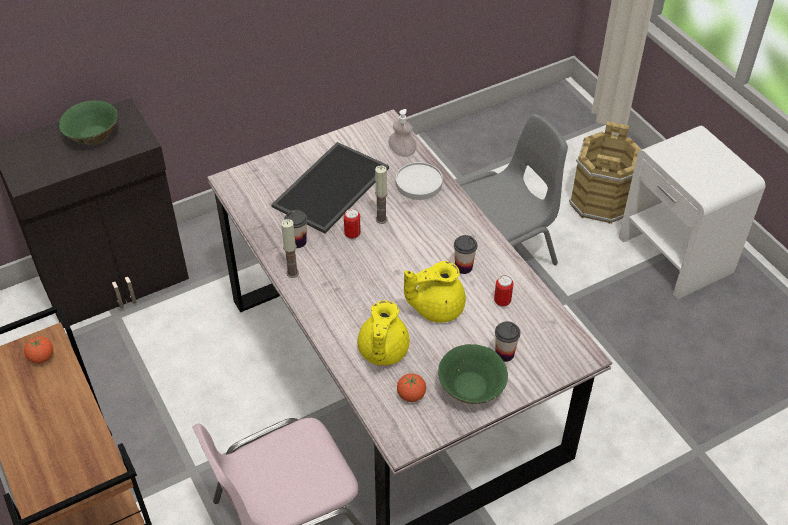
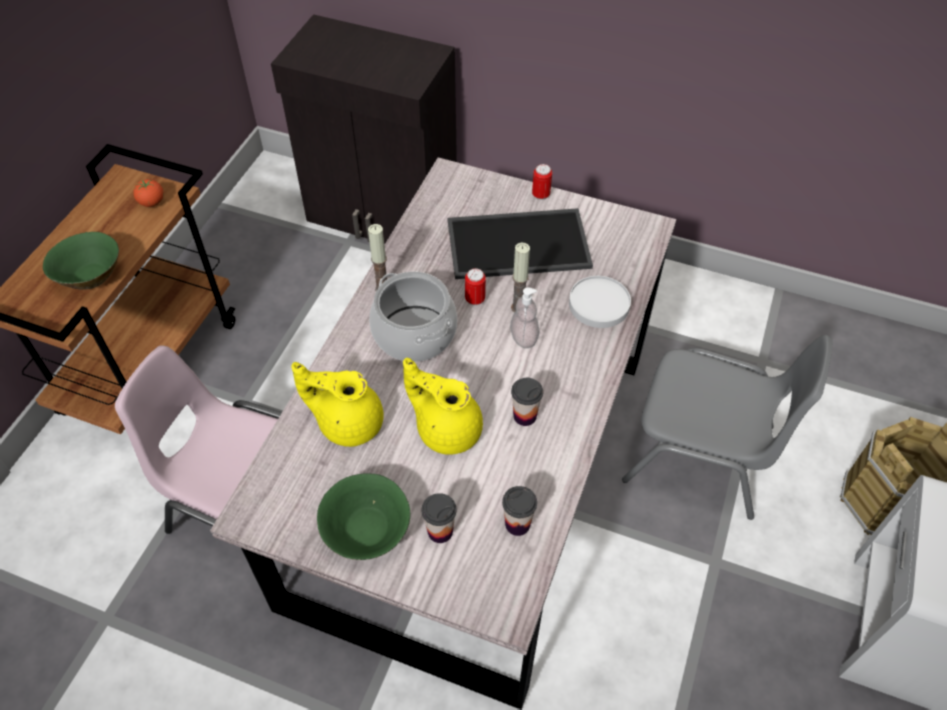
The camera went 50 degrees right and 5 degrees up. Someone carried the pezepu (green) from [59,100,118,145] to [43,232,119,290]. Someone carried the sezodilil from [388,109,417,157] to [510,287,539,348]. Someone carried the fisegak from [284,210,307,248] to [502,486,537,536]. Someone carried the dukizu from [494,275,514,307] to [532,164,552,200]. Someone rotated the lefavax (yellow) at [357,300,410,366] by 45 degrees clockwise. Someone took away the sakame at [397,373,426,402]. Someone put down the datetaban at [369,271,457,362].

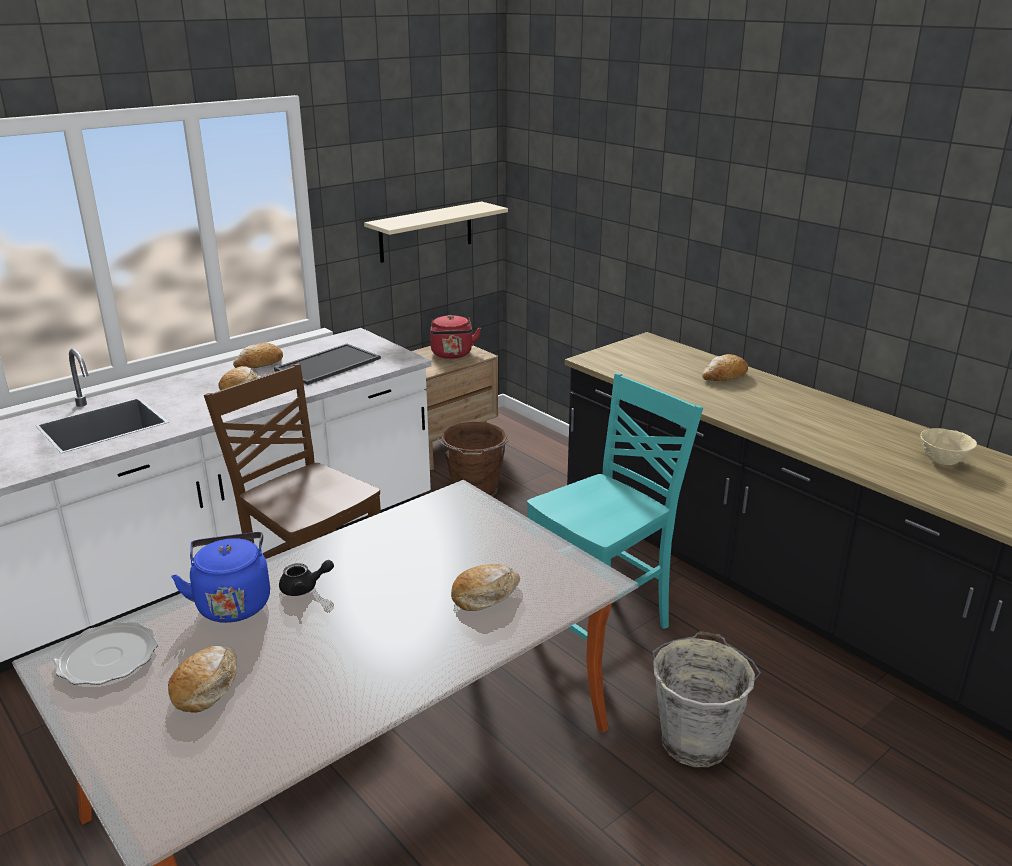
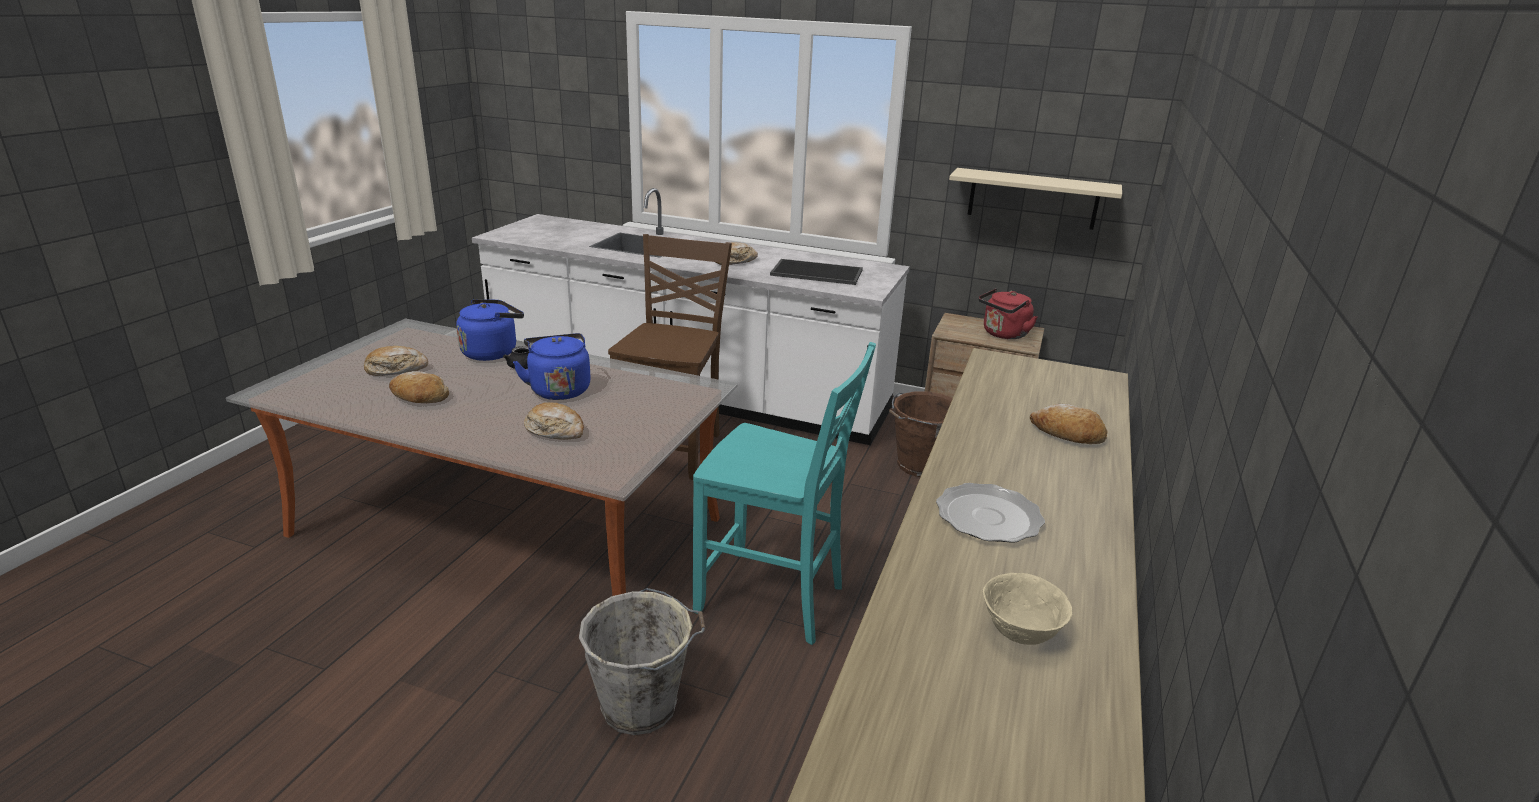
The camera went 60 degrees right and 0 degrees up. Someone carried the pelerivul from [233,343,283,368] to [389,371,449,403]. Someone carried the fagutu from [54,622,158,685] to [936,483,1045,543]. Someone put down the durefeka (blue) at [513,333,591,400].

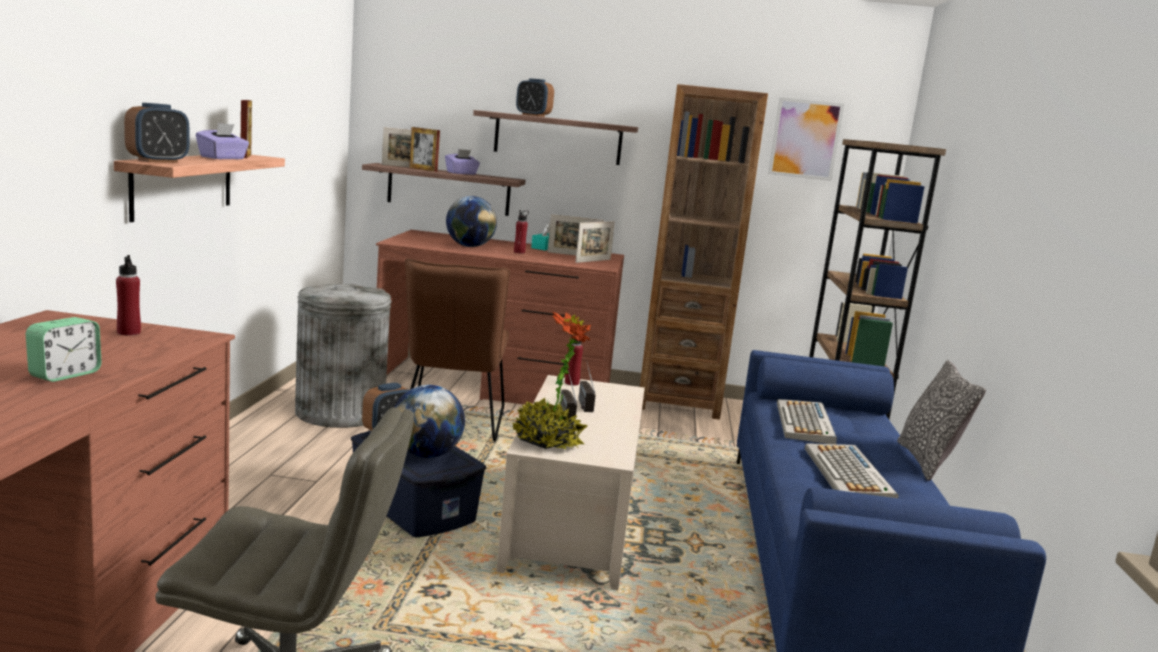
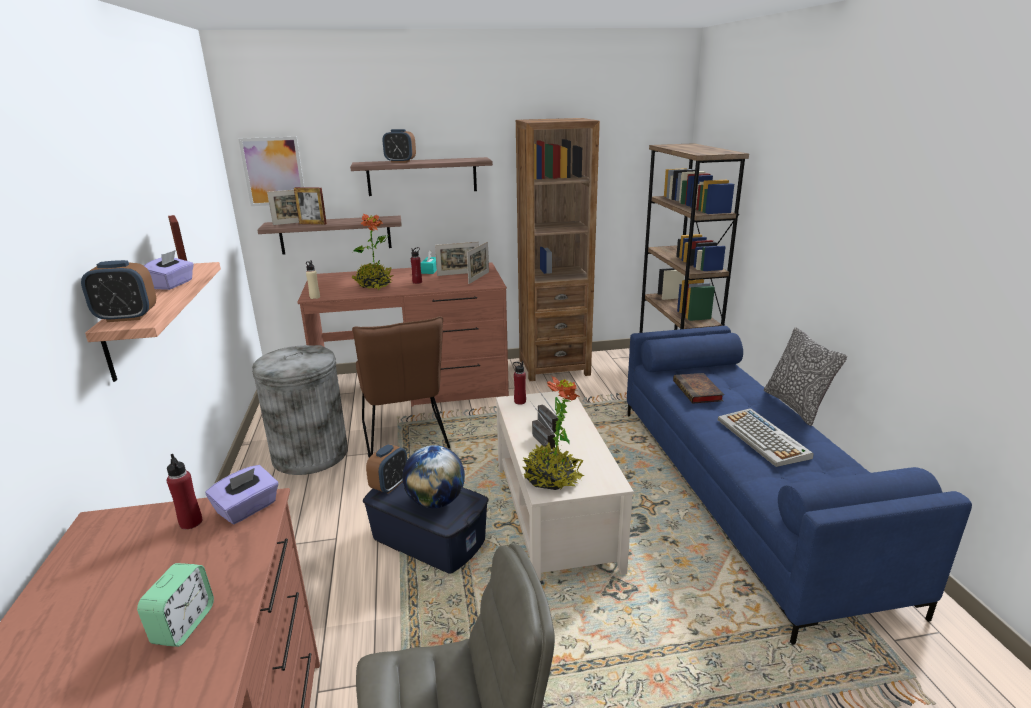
The camera went 15 degrees left and 10 degrees up. Someone carried the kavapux from [768,97,844,181] to [238,137,304,206]. Someone rotated the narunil at [124,103,189,163] by 60 degrees clockwise. Someone carried the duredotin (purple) from [445,149,480,175] to [206,465,279,525]. Someone swapped the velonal at [446,196,497,247] for the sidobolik at [352,214,393,290]. Someone swapped the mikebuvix at [777,399,837,444] for the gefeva at [673,373,724,404]. Someone put down the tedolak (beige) at [306,260,320,299].

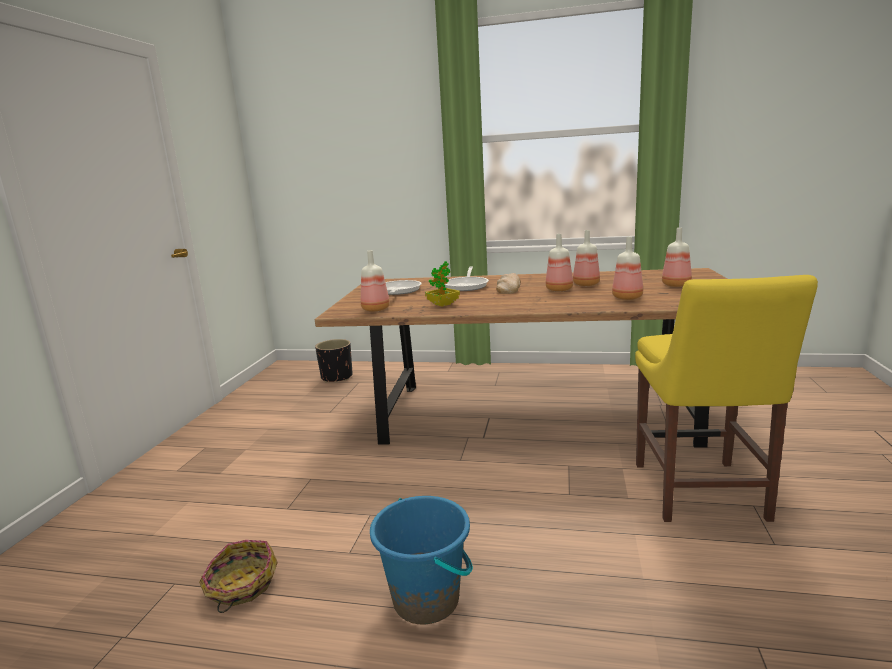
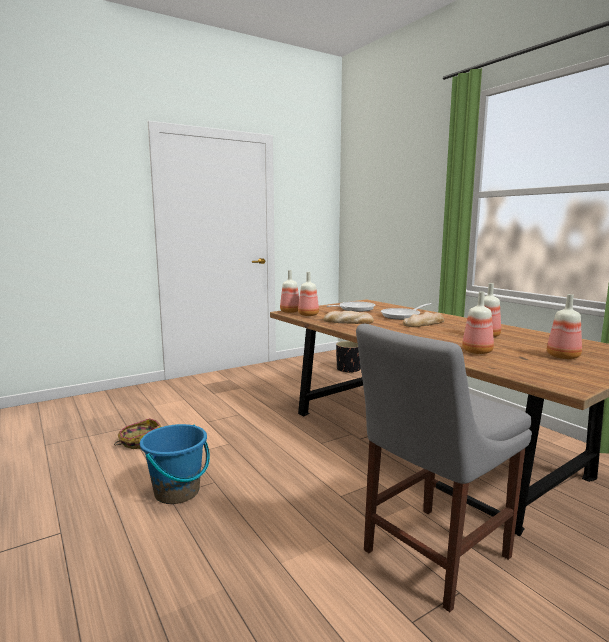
The camera went 45 degrees right and 5 degrees down. Someone carried the tedolak from [545,234,573,291] to [280,270,299,313]. Someone swapped the sidobolik at [425,261,460,306] for the pelerivul at [323,311,374,324]. Someone repainted the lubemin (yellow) at [635,275,818,522], which became the lubemin (grey) at [356,324,532,612].

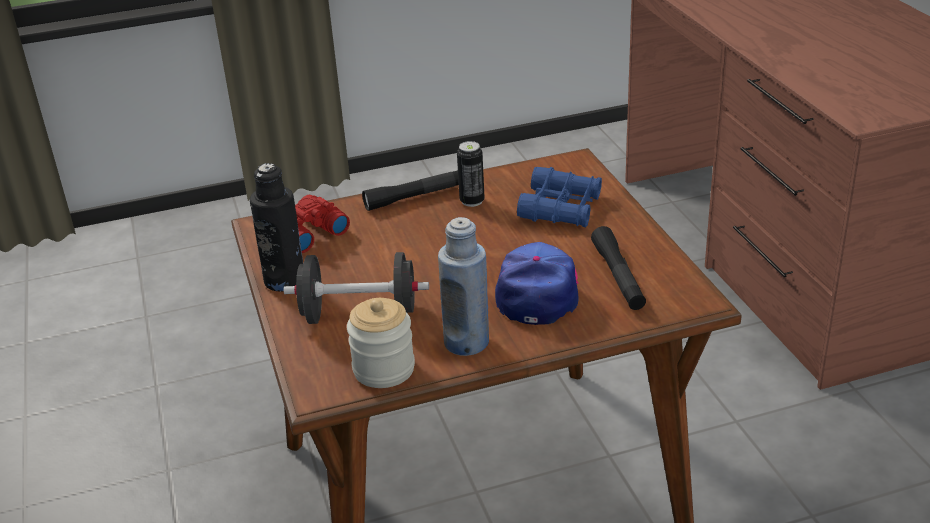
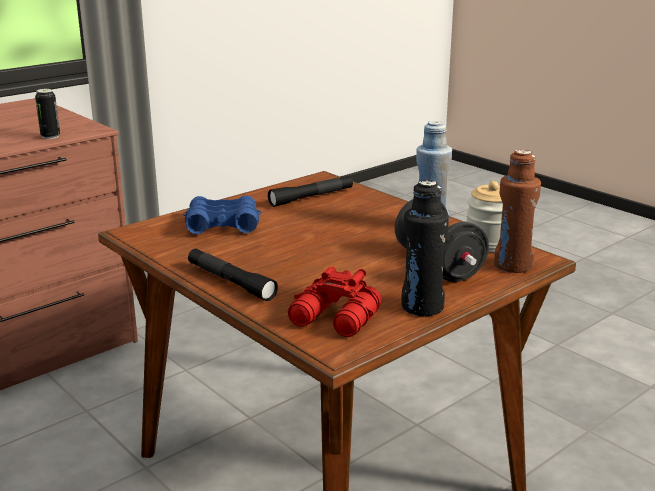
The camera went 115 degrees left and 10 degrees down. Someone carried the dukizu from [457,141,485,207] to [35,89,60,139]. Someone took away the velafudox at [495,242,579,325]. Someone put down the tedolak (brown) at [494,150,541,273].

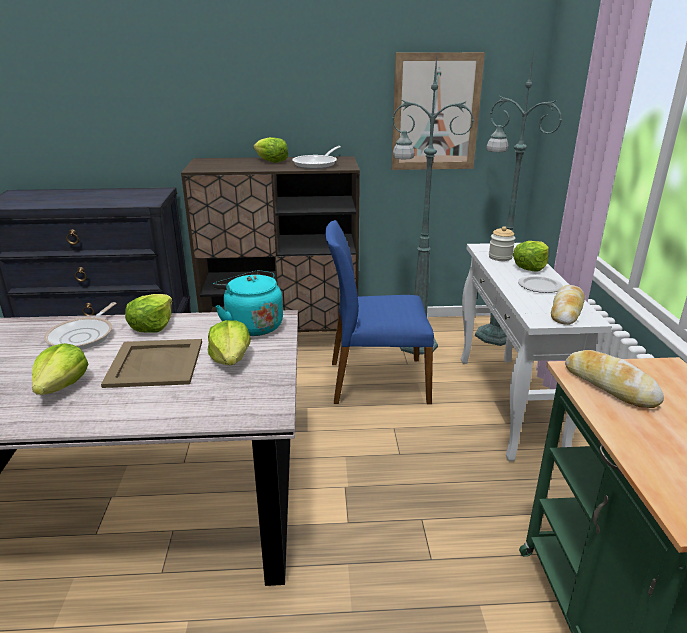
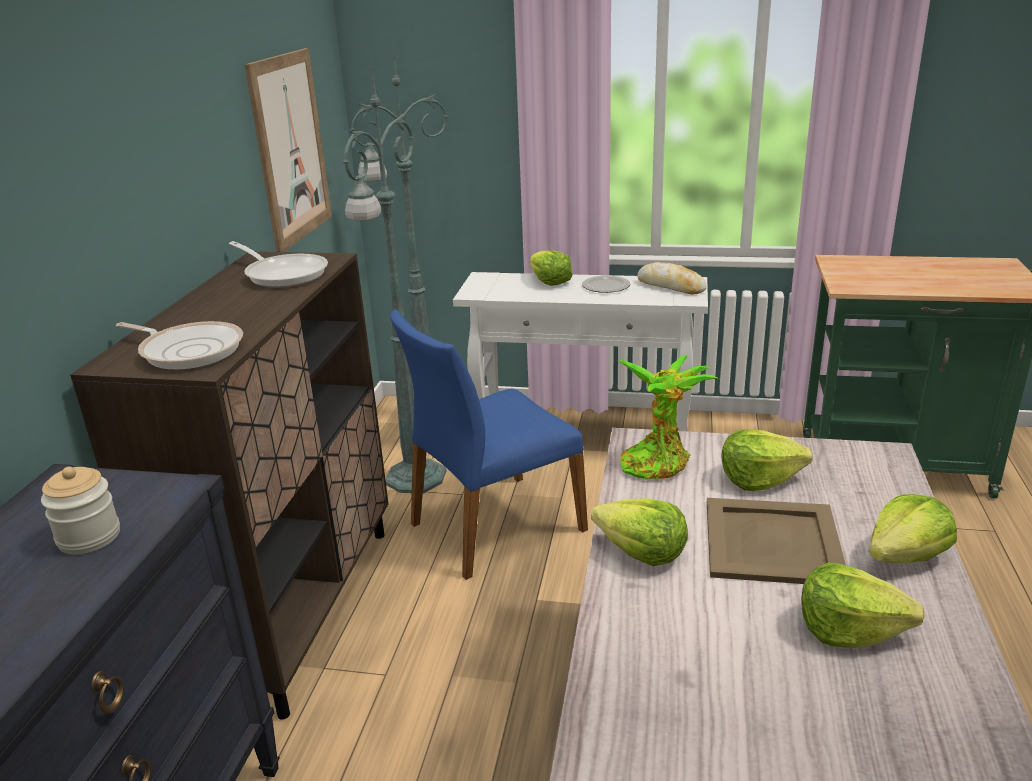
The camera went 75 degrees left and 0 degrees up. Someone carried the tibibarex from [254,137,288,163] to [869,494,957,564]. Someone rotated the lubemin (blue) at [325,220,434,404] by 45 degrees clockwise. Someone carried the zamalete from [489,226,515,261] to [41,467,120,554]. Someone swapped the durefeka (turquoise) at [213,270,283,336] for the sidobolik at [617,355,719,480]. Someone carried the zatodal from [44,302,116,350] to [116,321,243,369]. Someone took away the pelerivul at [565,350,664,408].

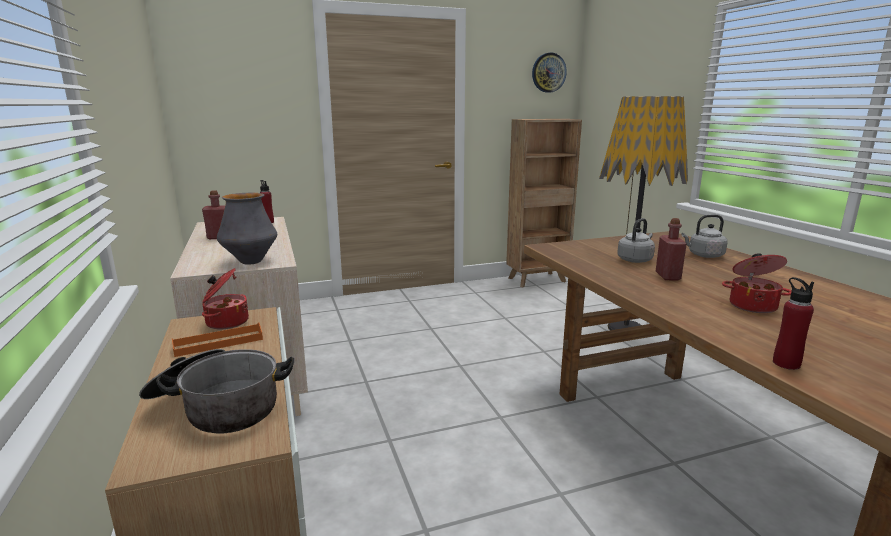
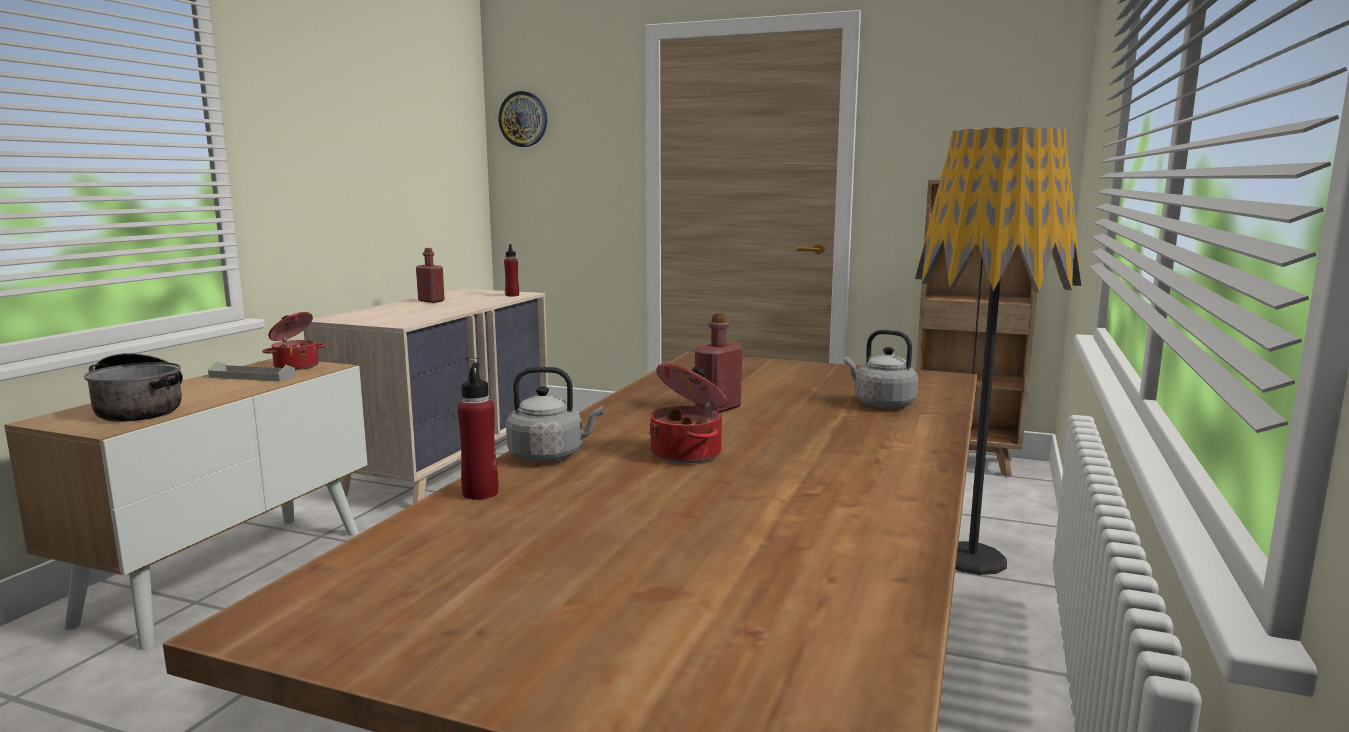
The camera went 40 degrees right and 5 degrees down. Someone carried the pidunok from [532,53,567,93] to [498,91,547,147]. Someone took away the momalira at [217,193,277,265]. Someone carried the durefeka (grey) from [617,218,655,263] to [506,367,603,462]. Someone repainted the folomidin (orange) at [172,322,263,357], which became the folomidin (grey) at [208,361,296,382].

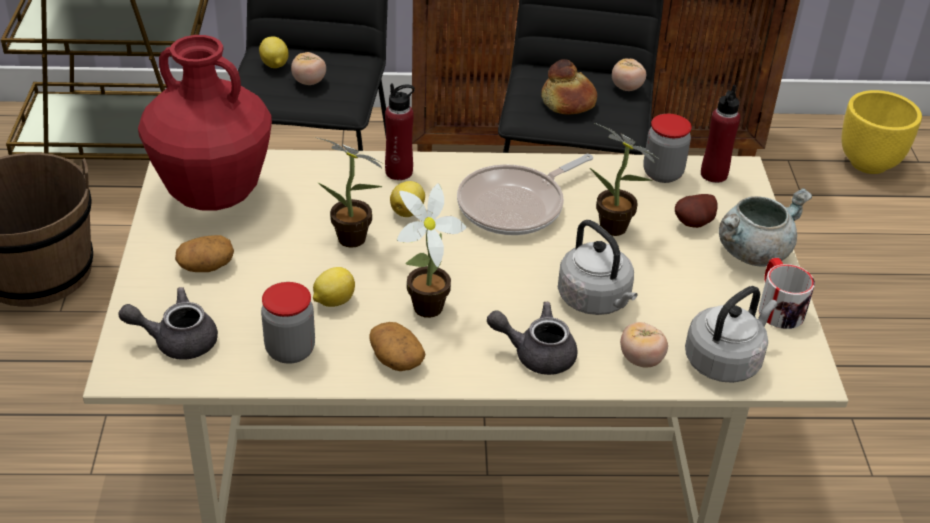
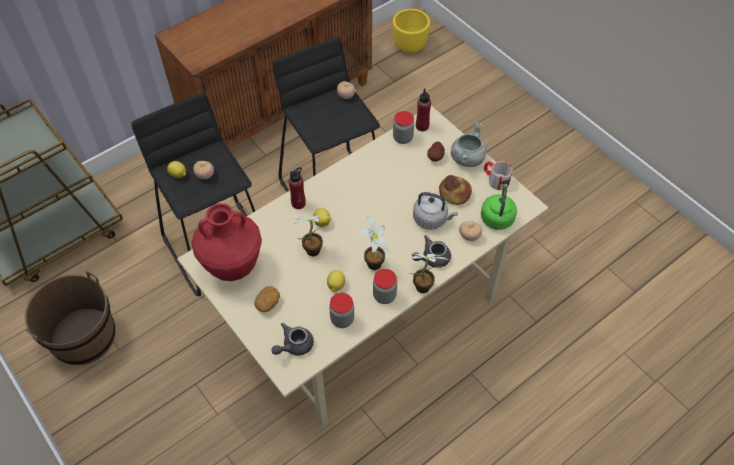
The camera went 35 degrees left and 15 degrees up. Someone carried the pelerivul from [541,59,597,115] to [439,175,472,205]. Someone carried the sidobolik from [590,123,661,236] to [409,253,449,293]. Someone took away the zatodal at [457,154,593,235]. Someone repainted the durefeka (grey) at [685,286,778,383], which became the durefeka (green) at [481,184,517,230]. Someone swapped the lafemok at [369,322,426,371] for the zamalete at [373,269,397,304].

